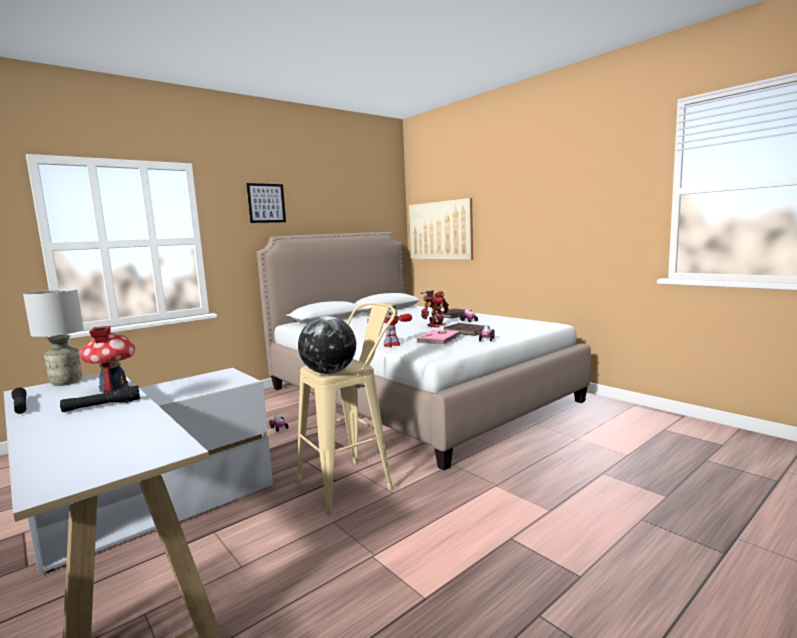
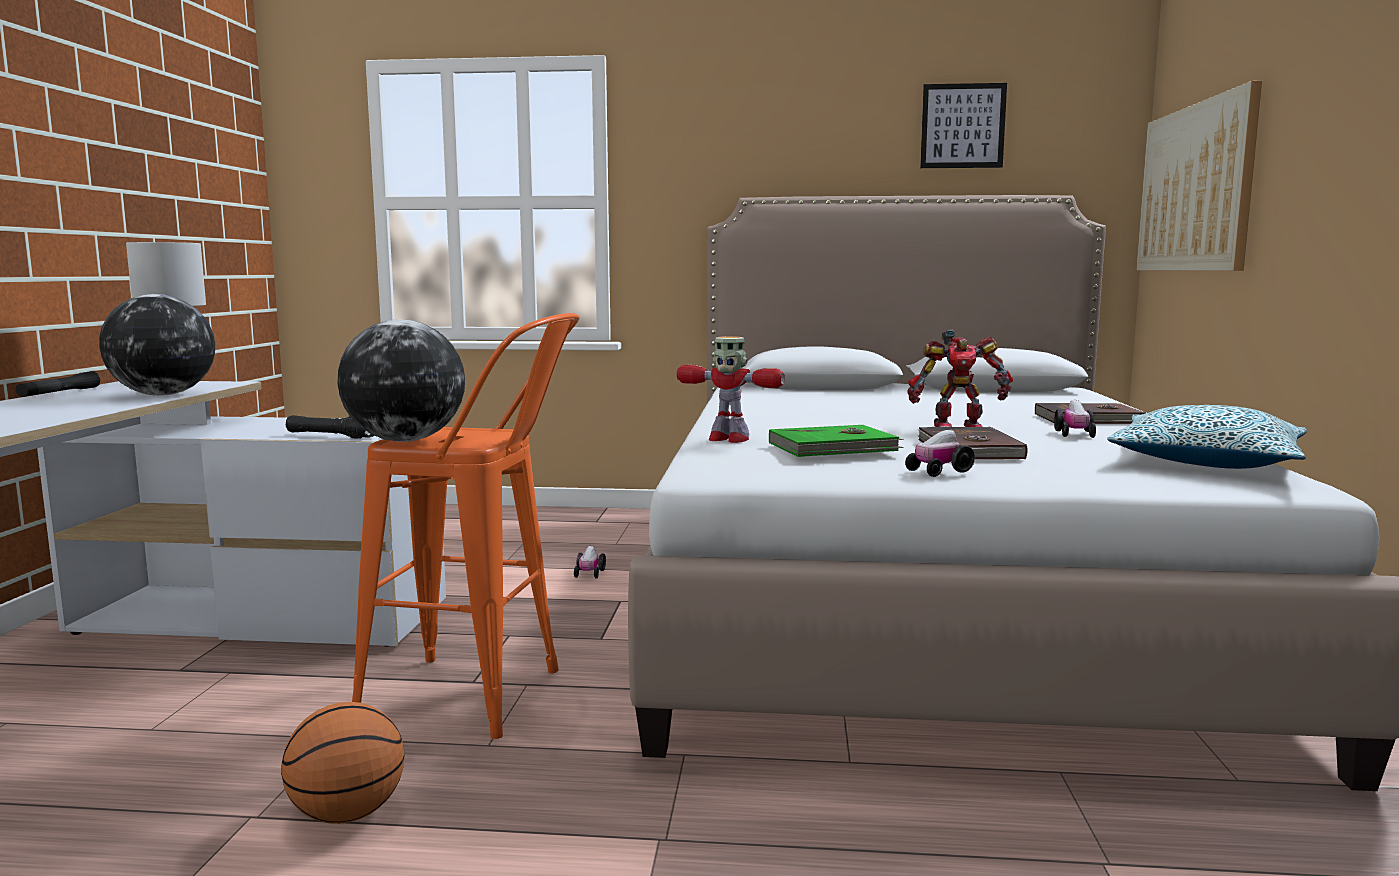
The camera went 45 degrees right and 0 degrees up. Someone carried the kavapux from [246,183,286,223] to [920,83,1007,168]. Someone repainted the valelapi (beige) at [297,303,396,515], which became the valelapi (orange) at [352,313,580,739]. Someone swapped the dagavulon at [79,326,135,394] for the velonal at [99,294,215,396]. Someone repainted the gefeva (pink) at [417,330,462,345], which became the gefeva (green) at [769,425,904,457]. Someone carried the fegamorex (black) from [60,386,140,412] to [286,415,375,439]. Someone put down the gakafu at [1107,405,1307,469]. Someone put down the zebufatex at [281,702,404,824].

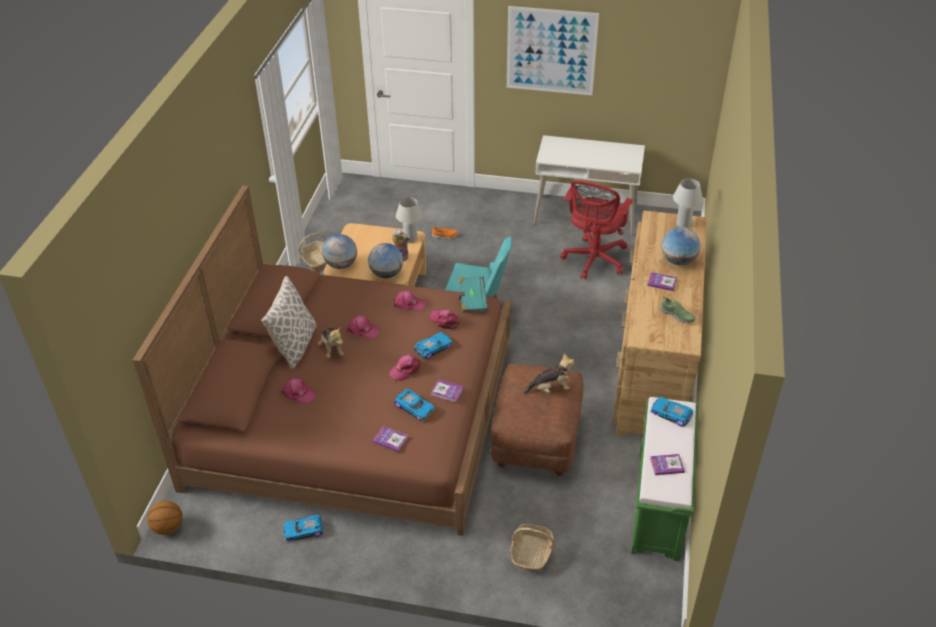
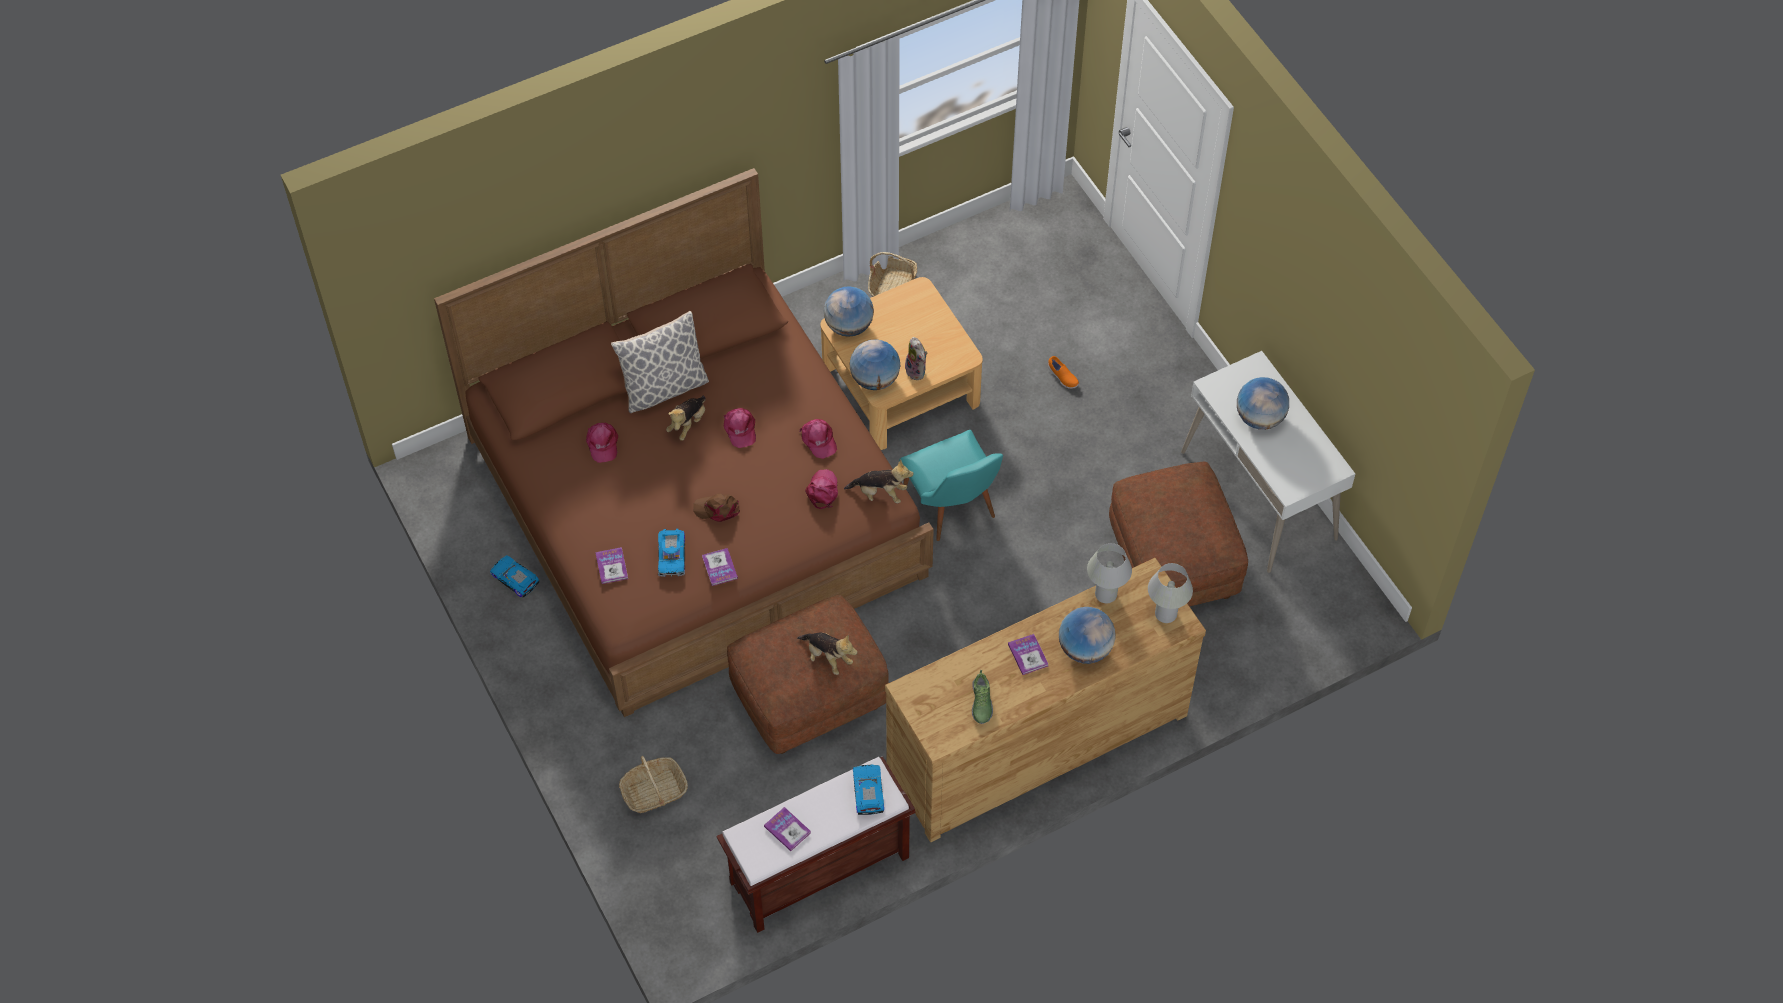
The camera went 50 degrees right and 15 degrees up. Someone took away the kavapux at [507,6,599,95]. Someone swapped the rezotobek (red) at [560,180,633,279] for the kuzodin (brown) at [1109,462,1248,606]. Someone carried the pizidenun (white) from [396,197,423,242] to [1087,543,1132,603]. Someone swapped the gefeva (turquoise) at [459,277,488,313] for the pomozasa at [844,459,914,503]. Someone took away the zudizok at [414,332,453,360]. Someone repainted the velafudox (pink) at [389,354,420,381], which became the velafudox (brown) at [693,493,740,522]. Someone repainted the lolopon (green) at [631,397,698,561], which became the lolopon (brown) at [717,756,916,933]. Someone took away the zebufatex at [147,501,183,535]. Someone put down the velonal at [1237,377,1289,430].

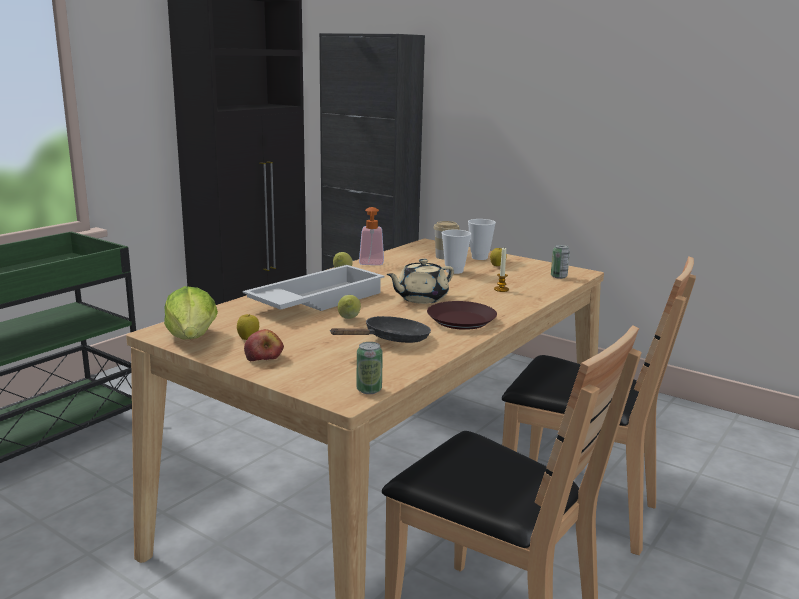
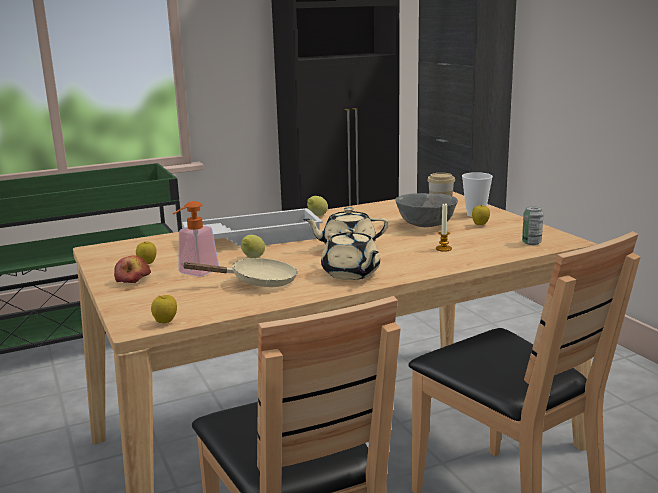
The camera went 30 degrees right and 0 degrees up. Someone carried the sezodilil from [359,207,384,265] to [173,201,219,277]. Someone swapped the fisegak at [442,229,471,274] for the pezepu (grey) at [395,193,458,227]. Someone took away the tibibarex at [164,286,218,340]. Someone swapped the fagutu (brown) at [427,301,497,330] for the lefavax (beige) at [321,229,380,280]. Someone repainted the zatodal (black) at [330,316,431,343], which became the zatodal (beige) at [181,258,298,287]. Someone swapped the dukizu at [357,342,383,394] for the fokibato at [151,295,177,324].

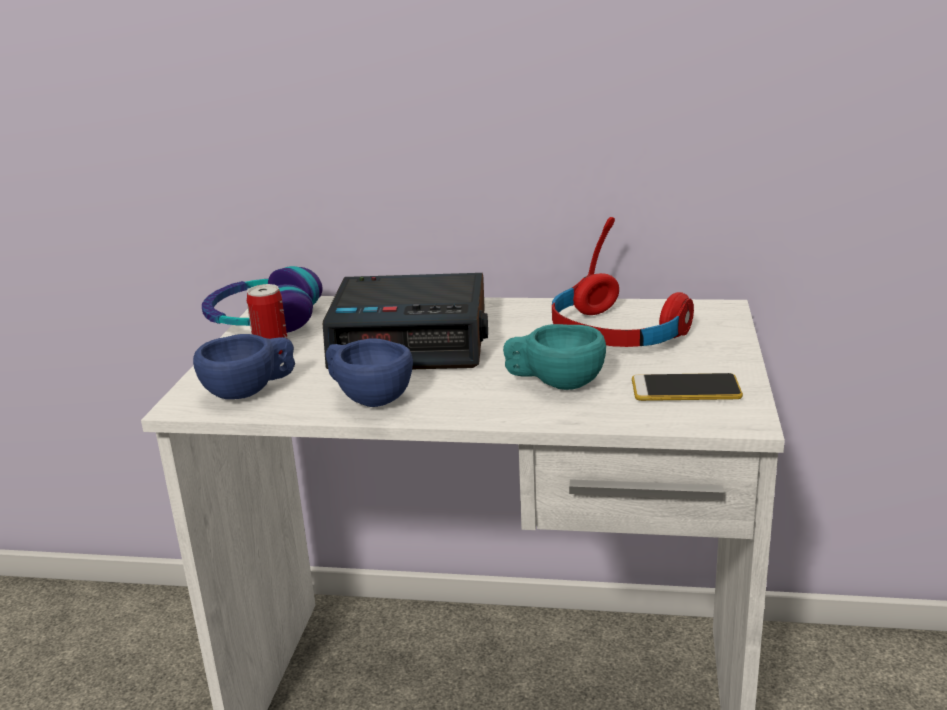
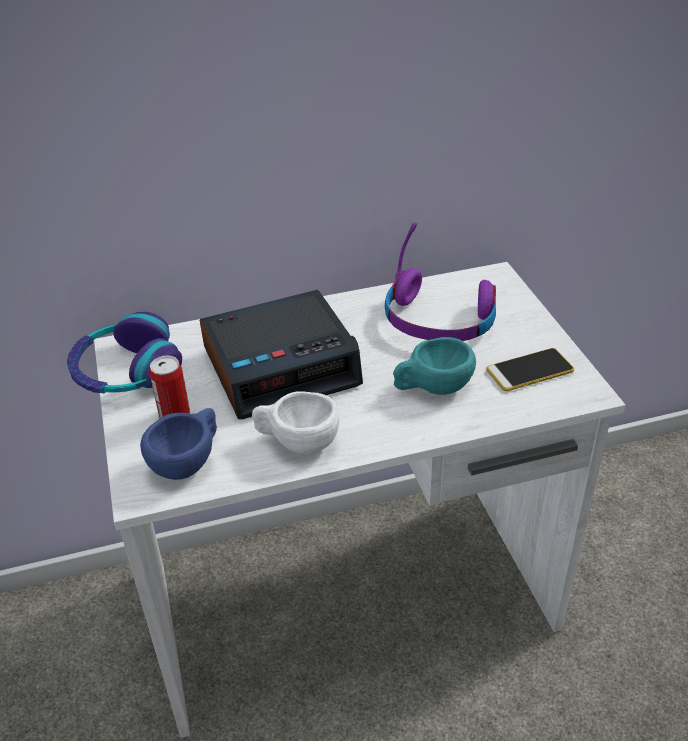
The camera went 25 degrees left and 15 degrees up. Someone repainted the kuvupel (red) at [552,217,694,347], which became the kuvupel (purple) at [385,223,496,341]. Someone repainted the fisegak (blue) at [326,339,413,407], which became the fisegak (white) at [252,391,339,454].

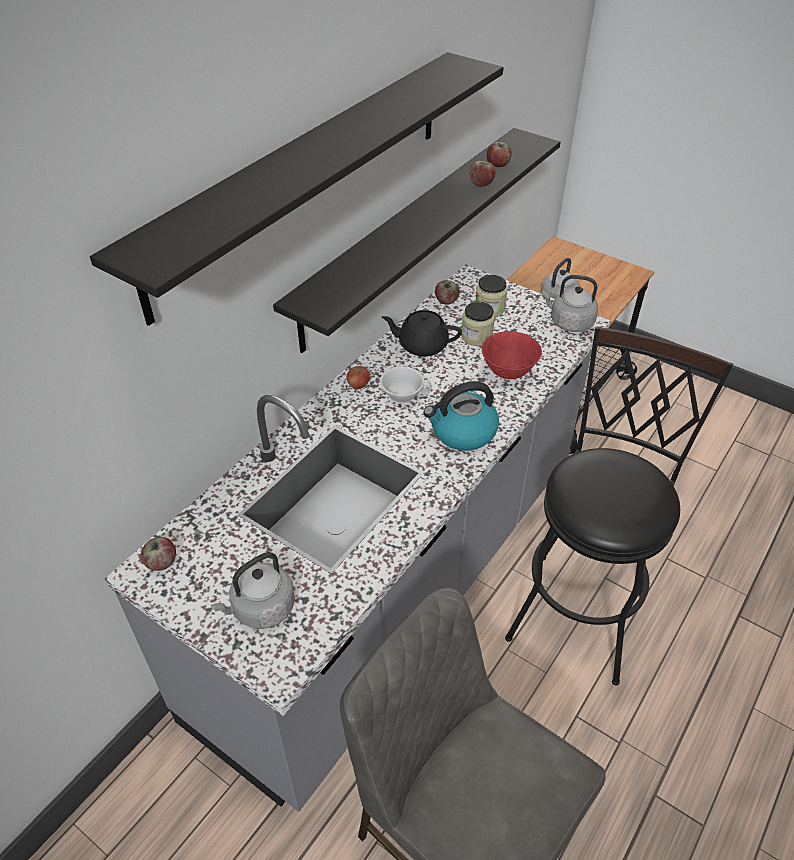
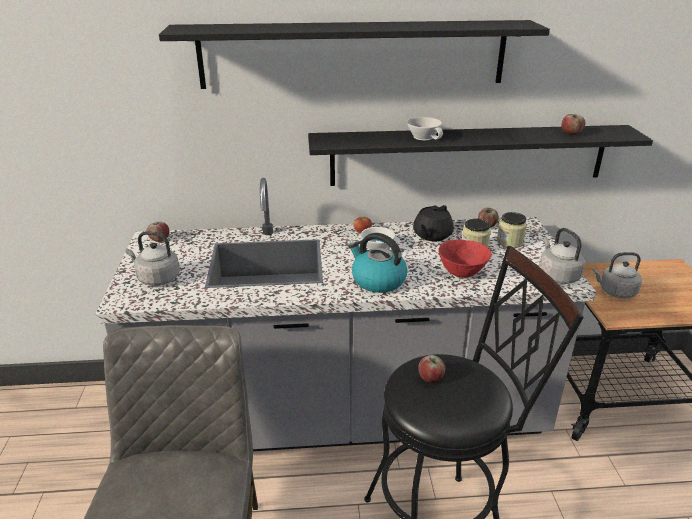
The camera went 50 degrees right and 15 degrees down. Someone carried the fokibato from [470,161,496,187] to [418,355,445,382]. Someone rotated the lefavax (black) at [382,310,462,357] by 120 degrees counterclockwise. Someone put down the fisegak (white) at [407,117,443,140].

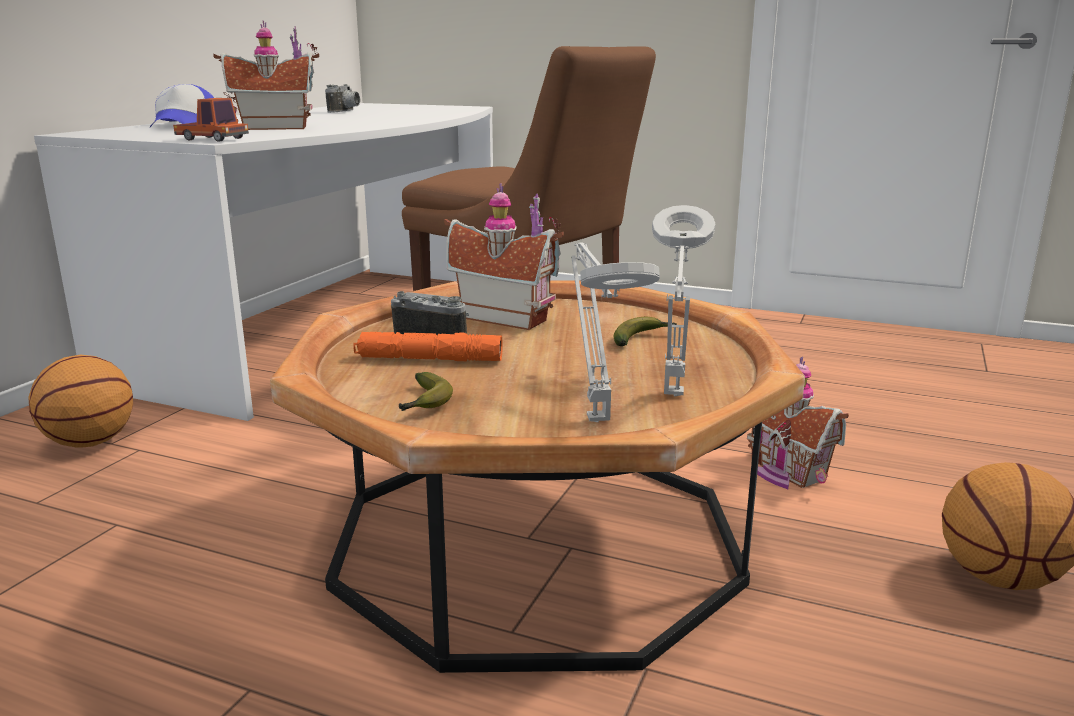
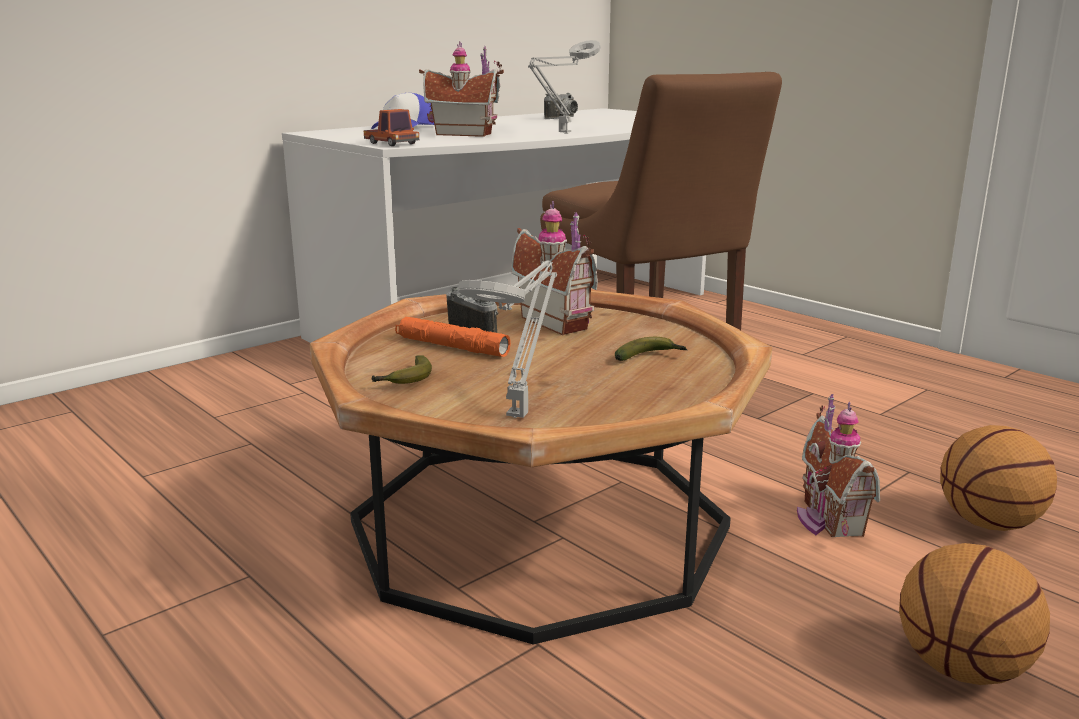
The camera went 25 degrees right and 0 degrees up. Someone carried the pizidenun (grey) from [652,205,716,396] to [528,40,601,134]. Someone carried the zebufatex from [28,355,133,448] to [940,425,1057,531].

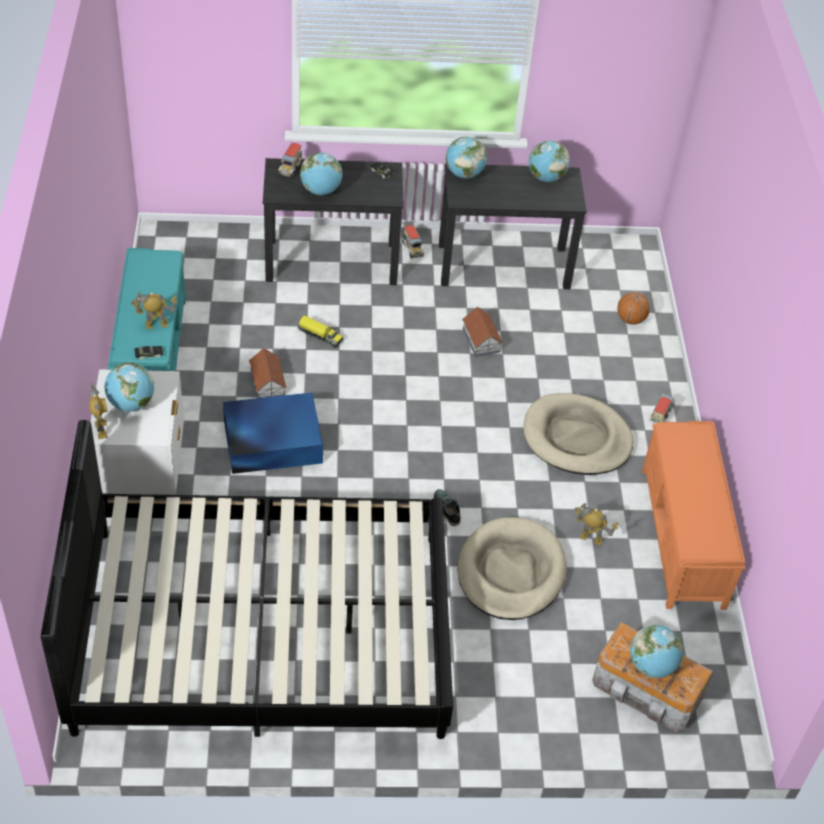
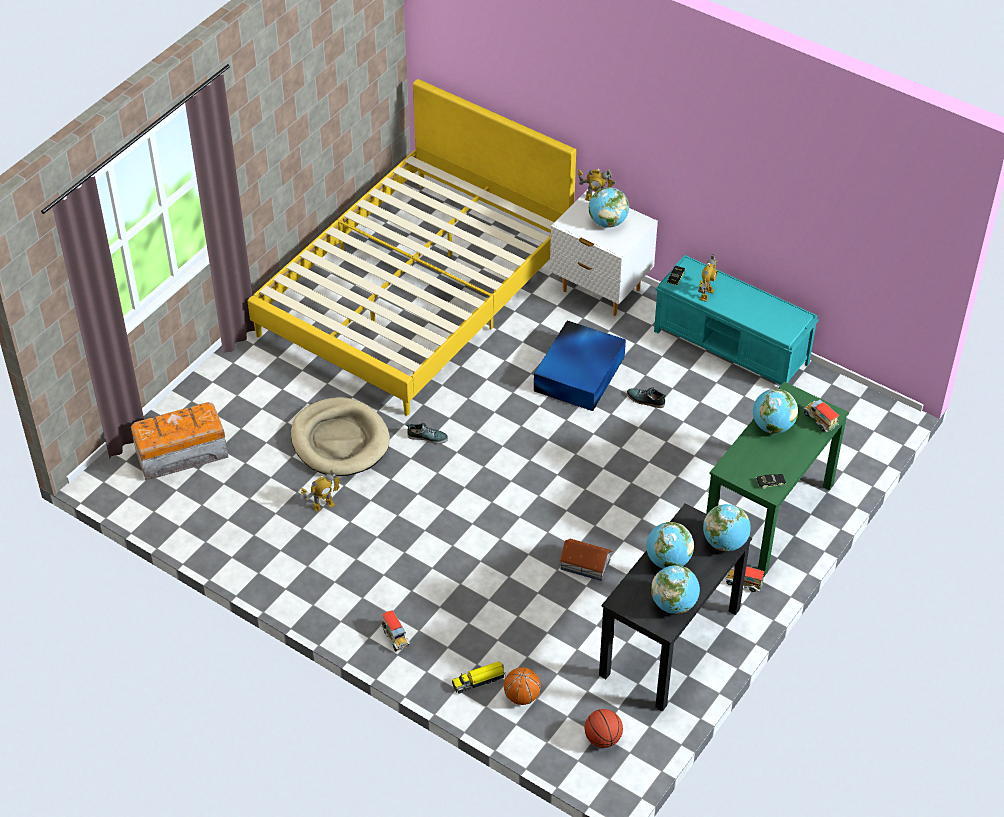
The camera went 130 degrees right and 0 degrees up. Someone repainted the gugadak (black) at [263,158,404,285], which became the gugadak (green) at [706,382,849,576]. Someone carried the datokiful from [298,316,343,348] to [452,661,506,694]. Someone swapped the dagavulon at [249,348,287,398] for the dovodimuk at [627,387,666,408]. Someone took away the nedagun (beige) at [523,393,633,475]. Someone repainted the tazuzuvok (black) at [41,420,453,739], which became the tazuzuvok (yellow) at [248,79,576,416]. Someone took away the lolopon (orange) at [642,421,745,610]. Someone carried the velonal from [630,625,683,678] to [646,522,694,568]. Someone put down the zebufatex at [585,709,623,748].

